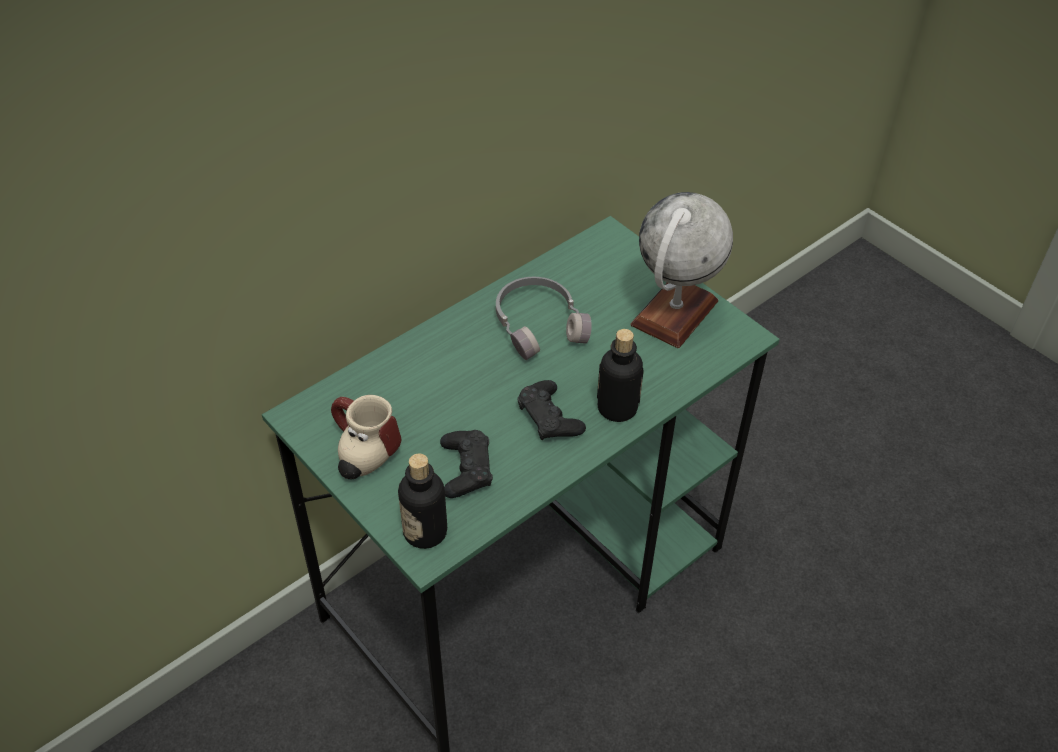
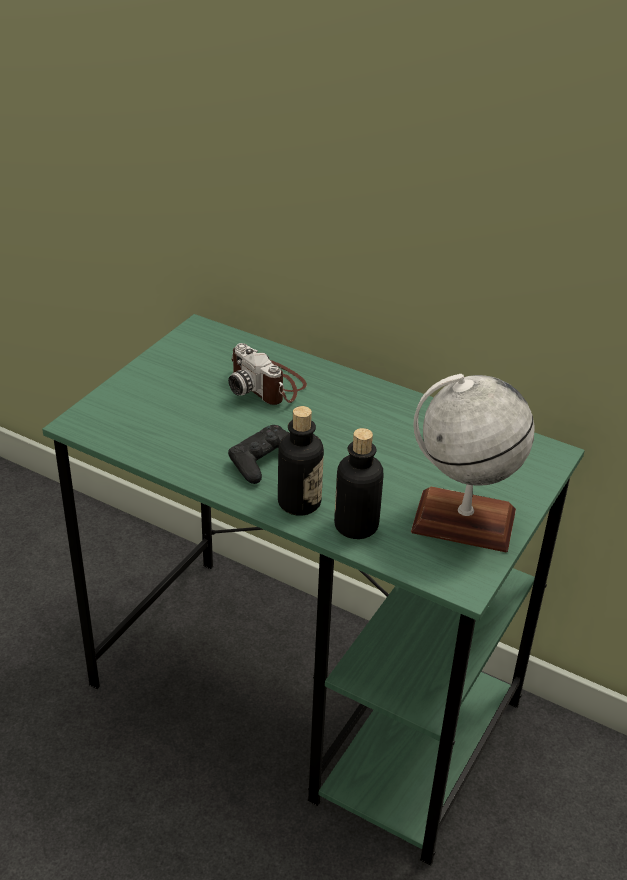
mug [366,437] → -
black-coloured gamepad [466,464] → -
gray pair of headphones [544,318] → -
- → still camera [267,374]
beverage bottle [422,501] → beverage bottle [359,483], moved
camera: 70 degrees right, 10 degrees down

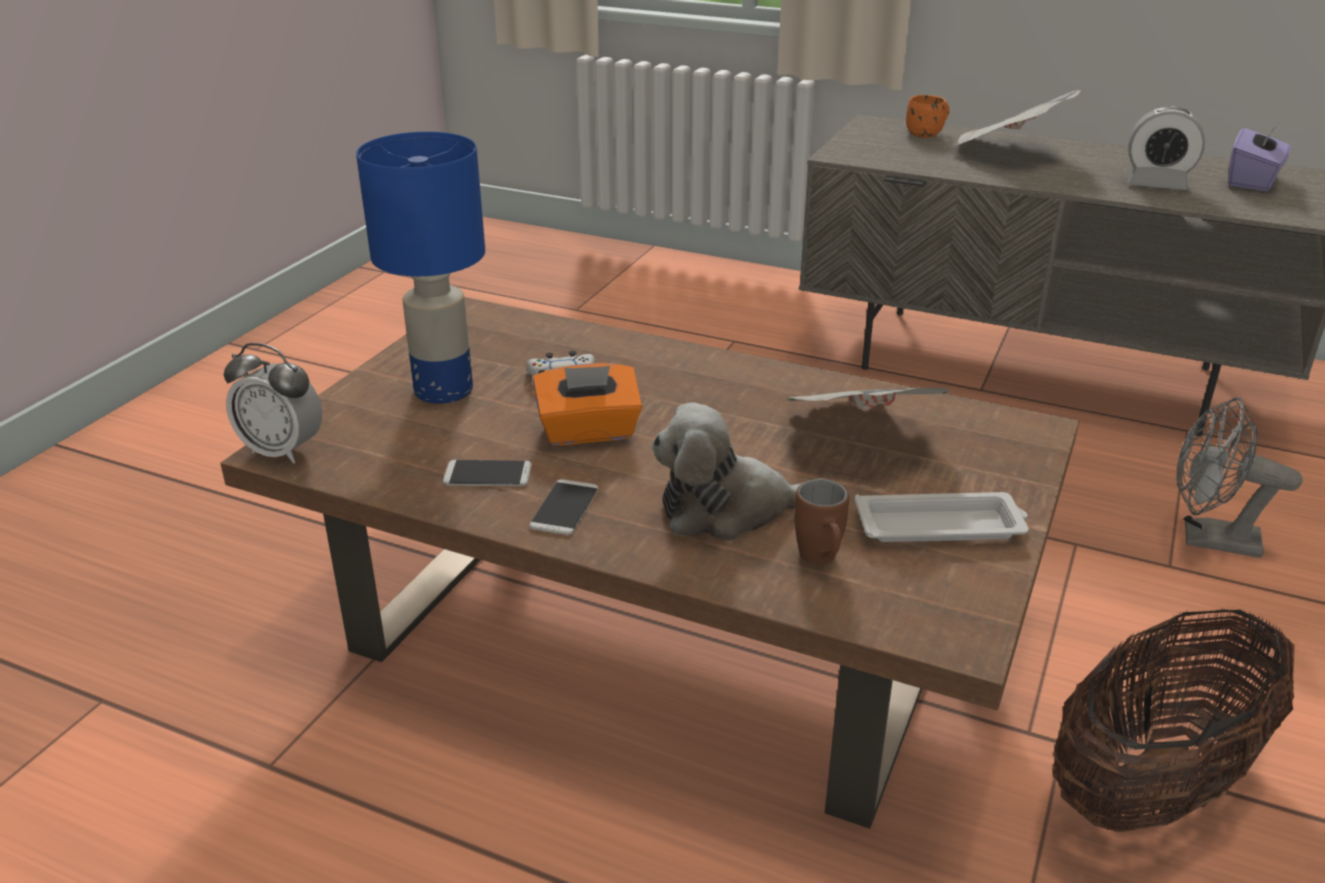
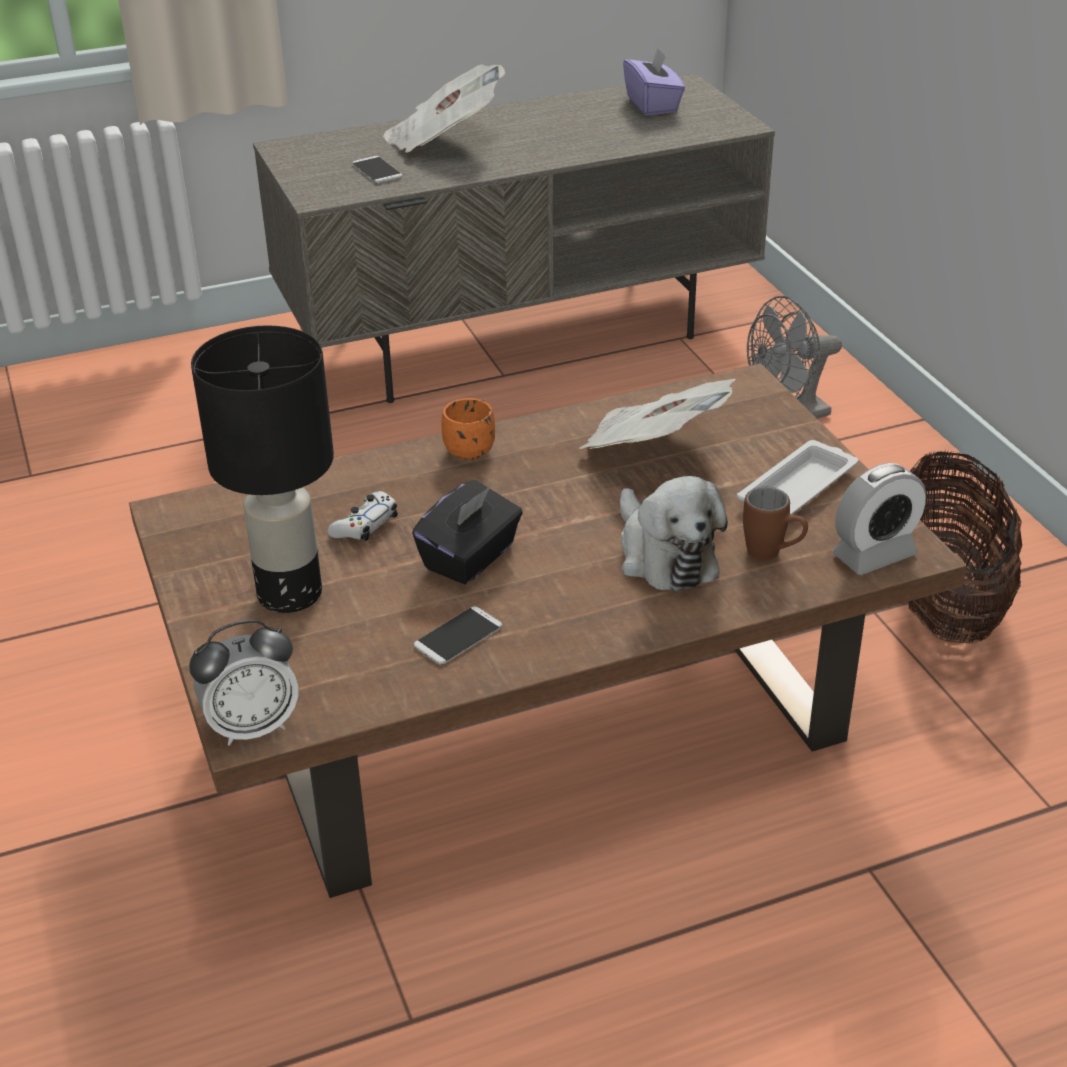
phone [563,507] → phone [377,169], moved
orange-coloured mug [928,116] → orange-coloured mug [468,429], moved
alarm clock [1166,148] → alarm clock [879,519], moved
bluish table lamp [420,268] → black-coloured table lamp [262,469]
orange-coloured tissue box [587,404] → black-coloured tissue box [467,532]
cuddly toy [740,472] → cuddly toy [674,534], 60 degrees counterclockwise
camera: 45 degrees left, 5 degrees up

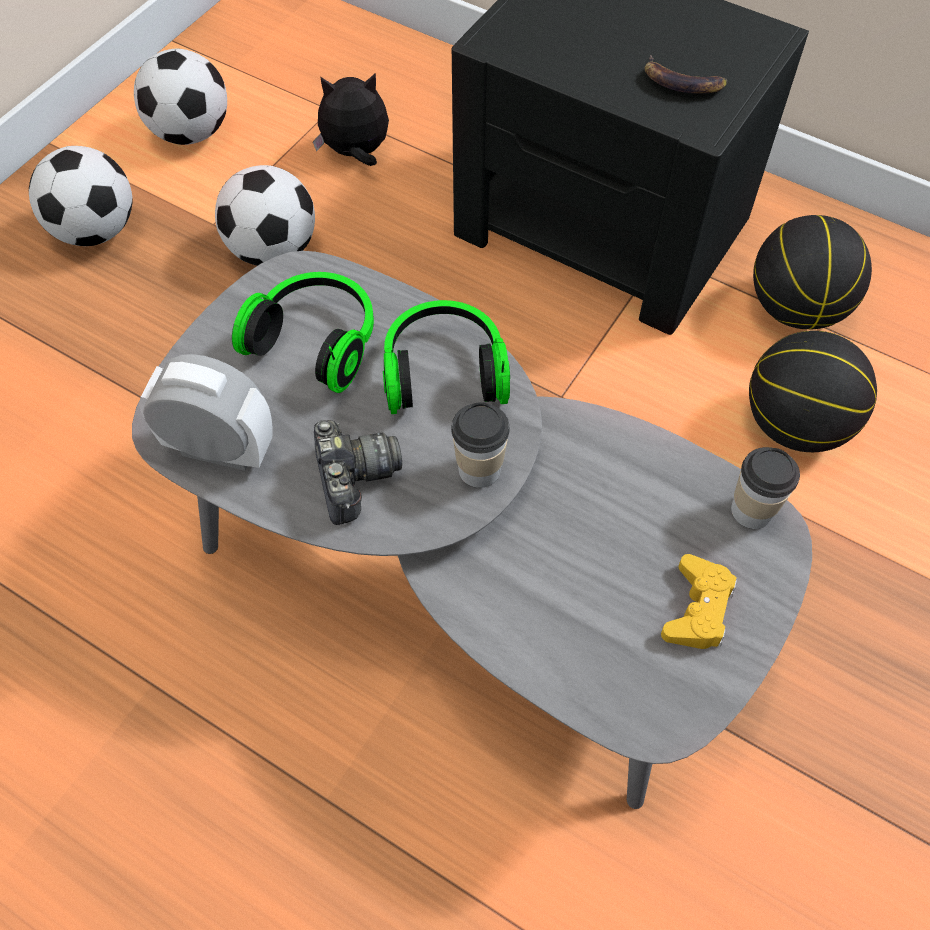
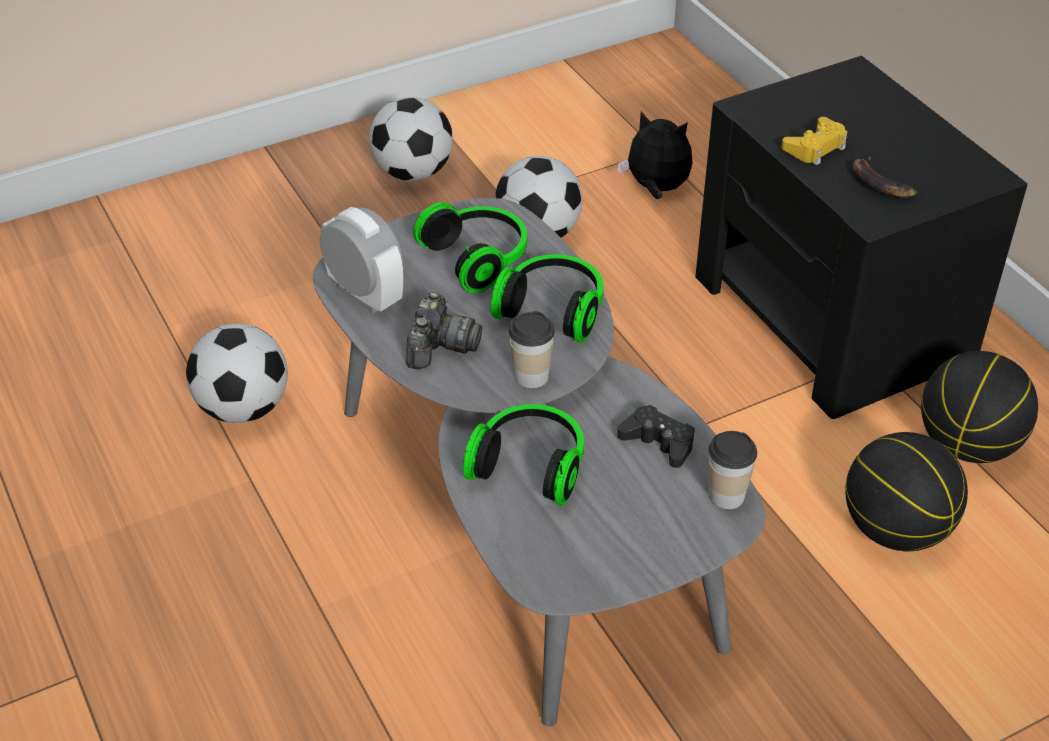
- → pair of headphones [523,455]
- → black-coloured gamepad [656,436]
football [180,97] → football [237,373], moved
yellowish gamepad [699,601] → yellowish gamepad [814,141], moved
camera: 30 degrees right, 15 degrees down

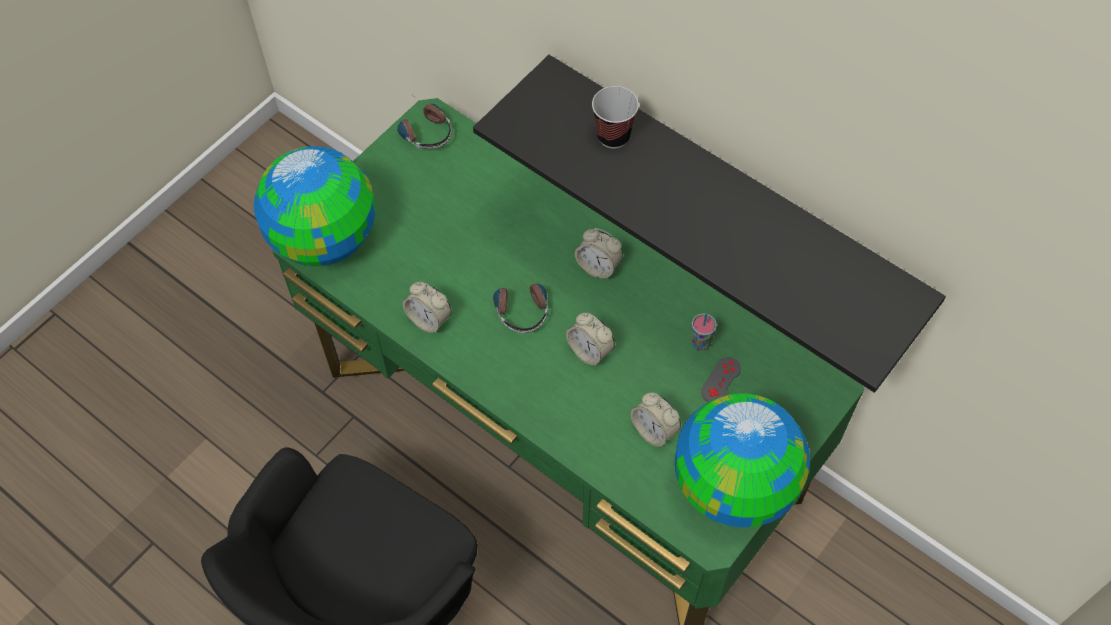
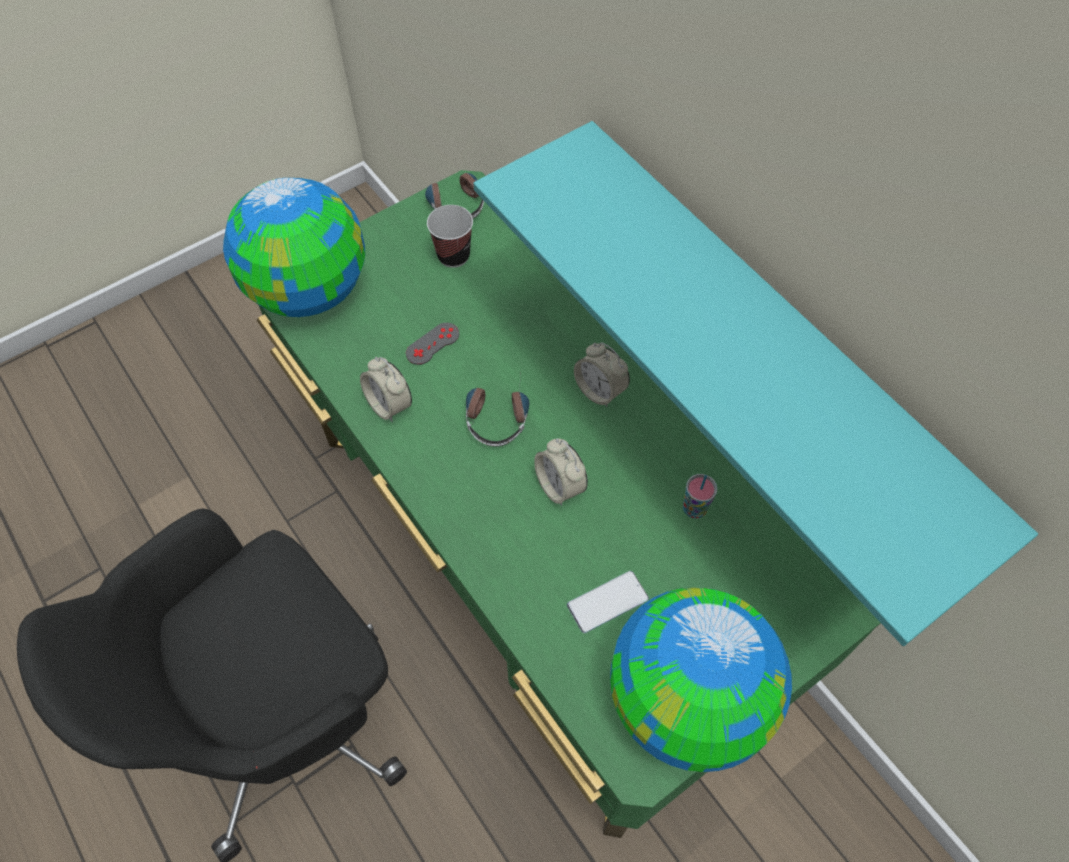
drinking cup [615,117] → drinking cup [450,236], moved
gray gamepad [721,379] → gray gamepad [432,344], moved
alarm clock [656,419] → phone [608,602]
black-coloured shelf [709,224] → blue-green shelf [755,383]
camera: 15 degrees right, 0 degrees up

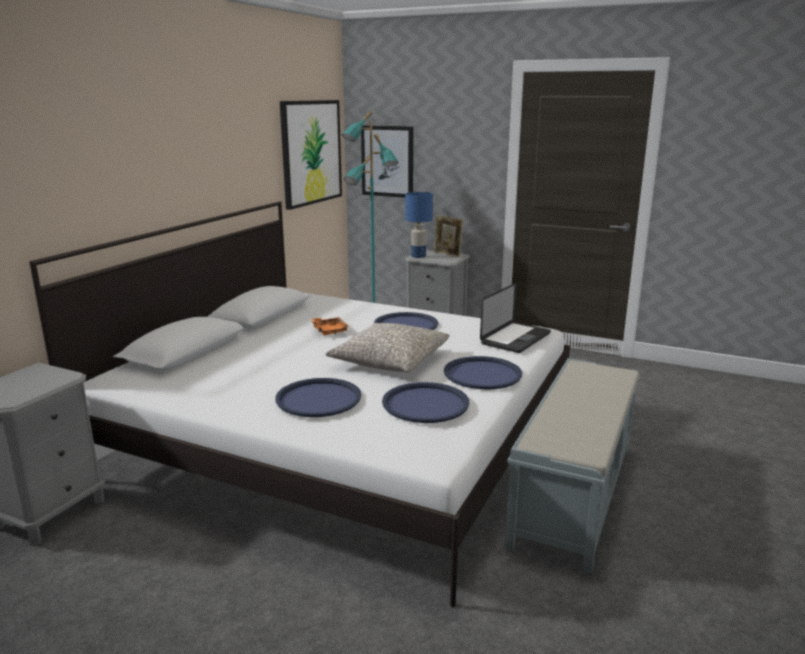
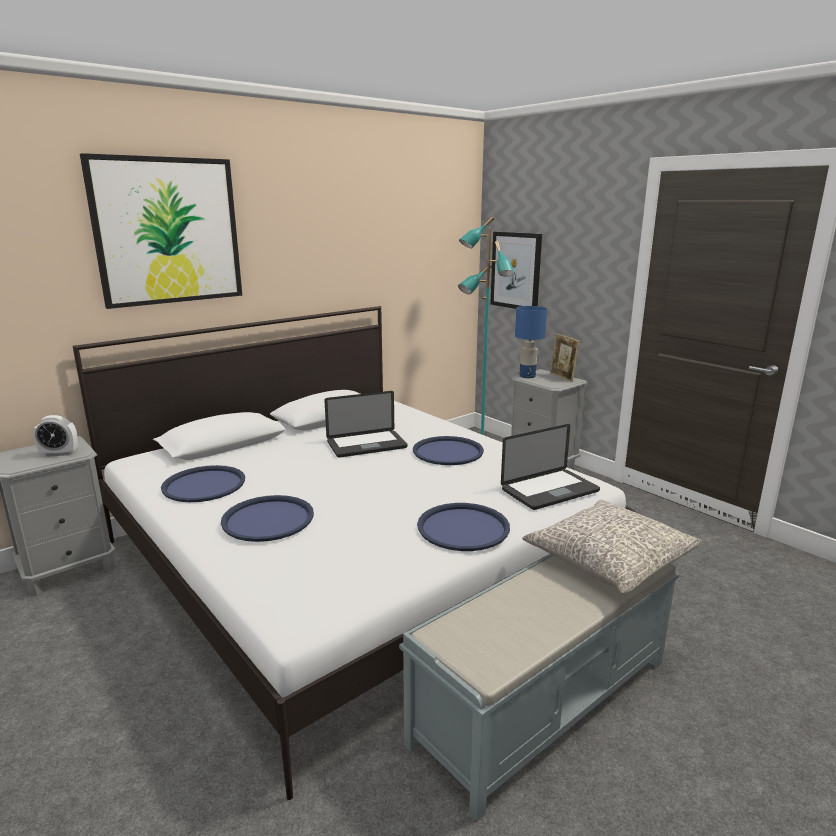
- → alarm clock [55,436]
wall art [311,155] → wall art [161,231], moved
gray cushion [388,347] → gray cushion [612,547], moved
bluish serving tray [425,402] → bluish serving tray [203,483], moved
orange-coloured serving tray [330,326] → laptop [366,424]
camera: 25 degrees right, 0 degrees up

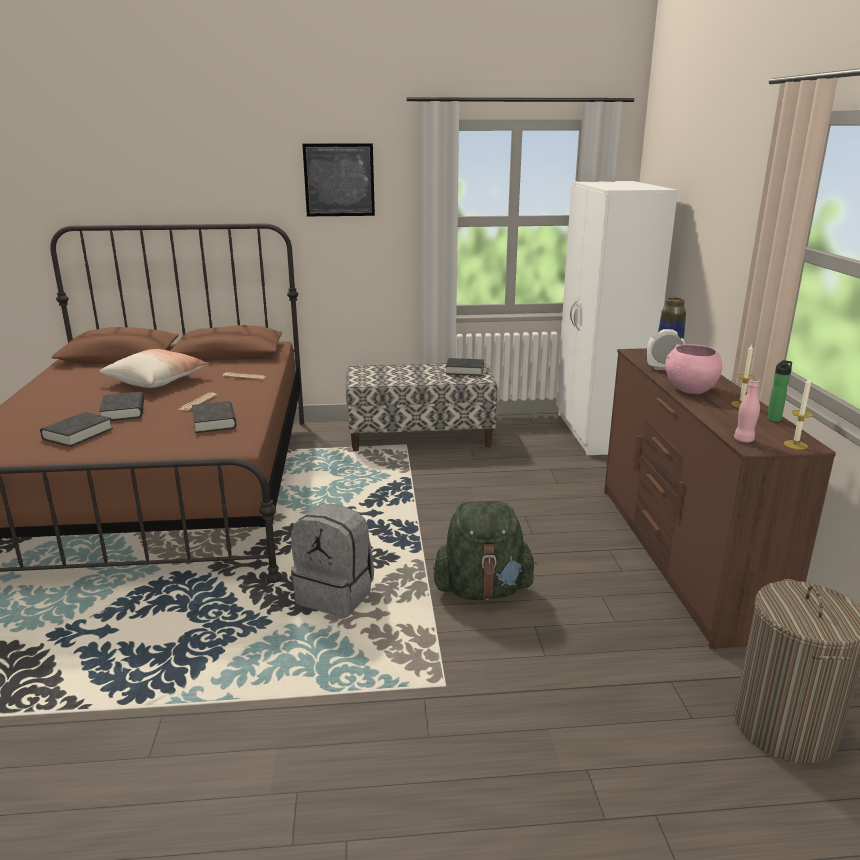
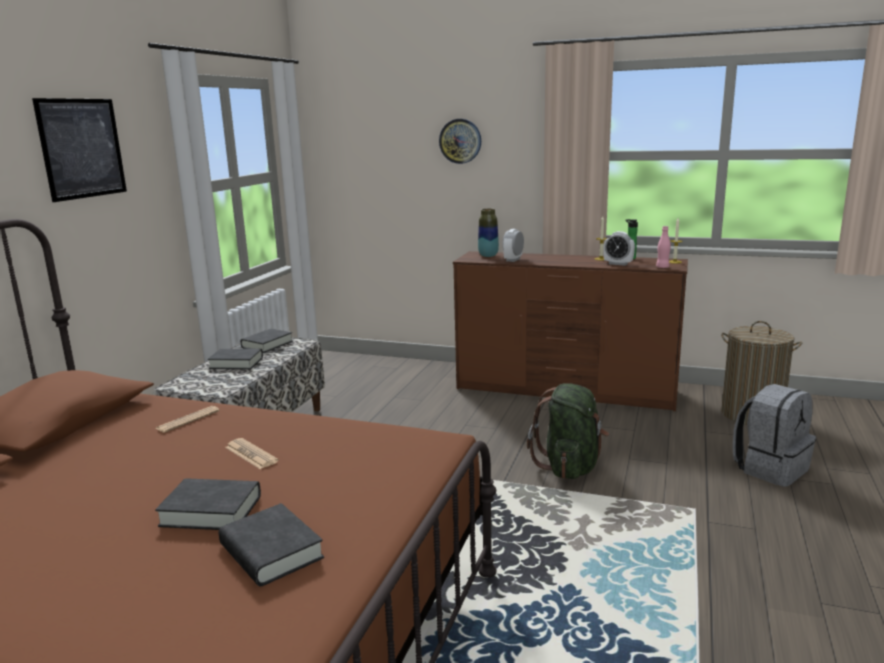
cushion [154,368] → -
white-coloured clothes cupboard [617,318] → -
pink-coloured bowl [693,369] → -
- → clock on the wall [460,141]
- → alarm clock [619,248]
black-coloured book [214,417] → black-coloured book [235,358], moved
gray backpack [332,561] → gray backpack [774,435], moved
camera: 65 degrees left, 5 degrees down

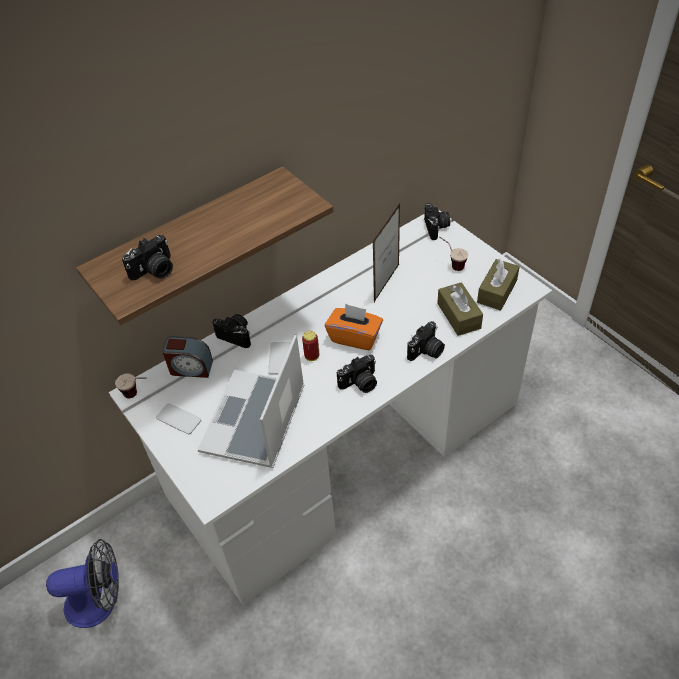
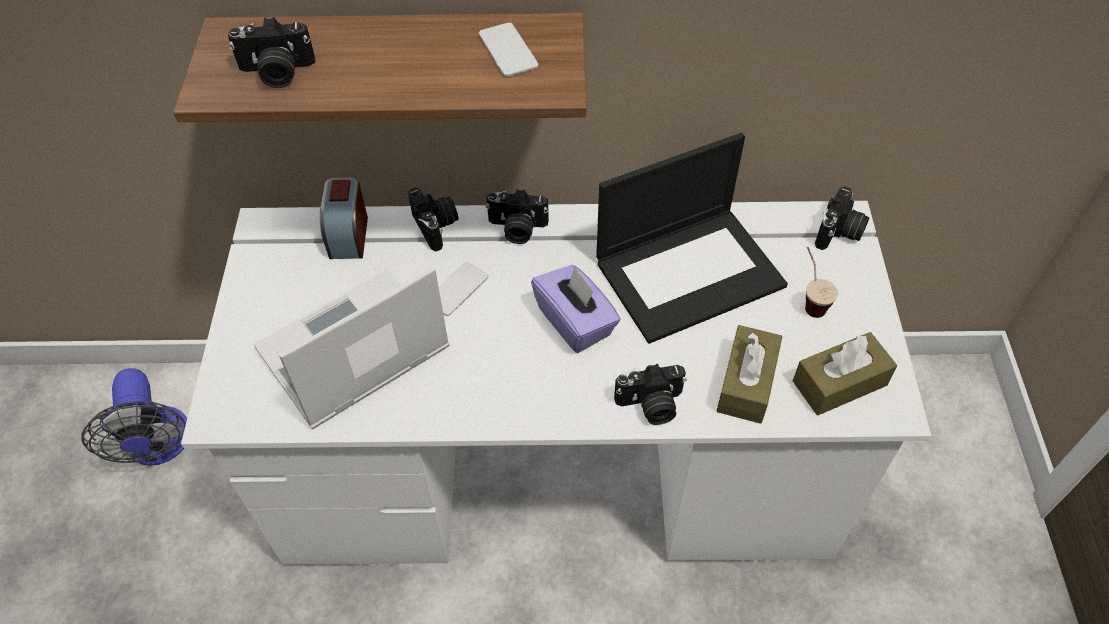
drinking cup [130,386] → -
can [310,346] → -
phone [178,418] → phone [508,50], moved
still camera [357,373] → still camera [517,216], moved
standing frame [386,252] → laptop [692,238]
orange-coloured tissue box [354,327] → purple tissue box [576,309]
electric fan [82,583] → electric fan [134,417], 45 degrees clockwise
alarm clock [187,357] → alarm clock [344,218], 45 degrees clockwise
camera: 35 degrees right, 5 degrees up

